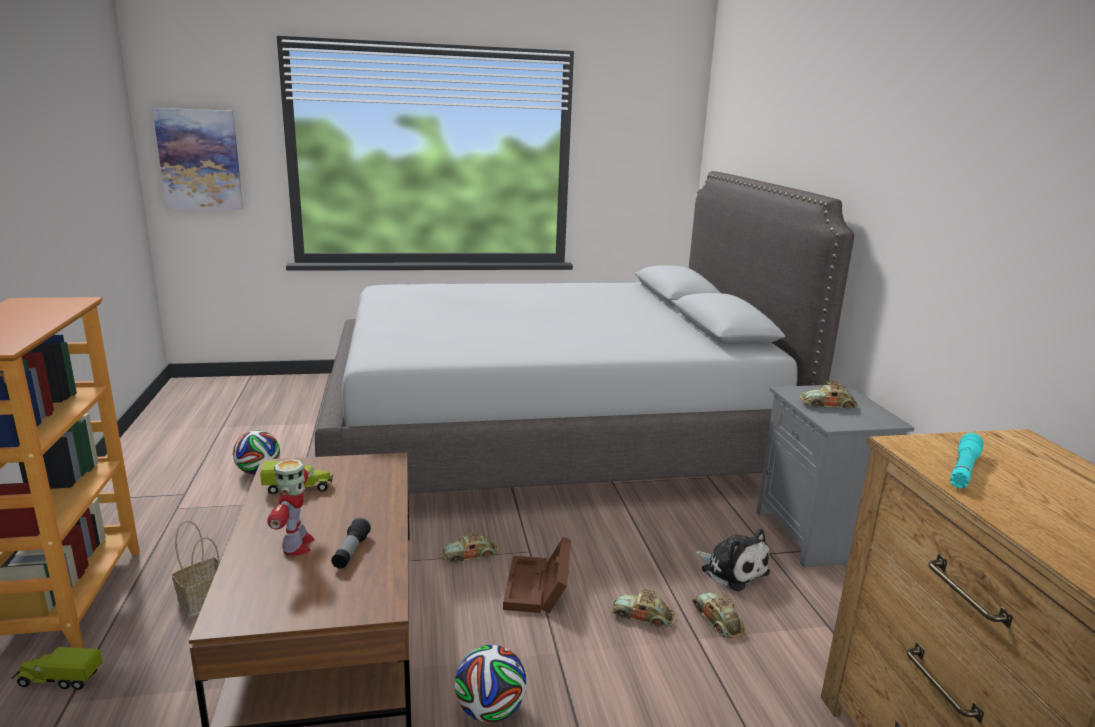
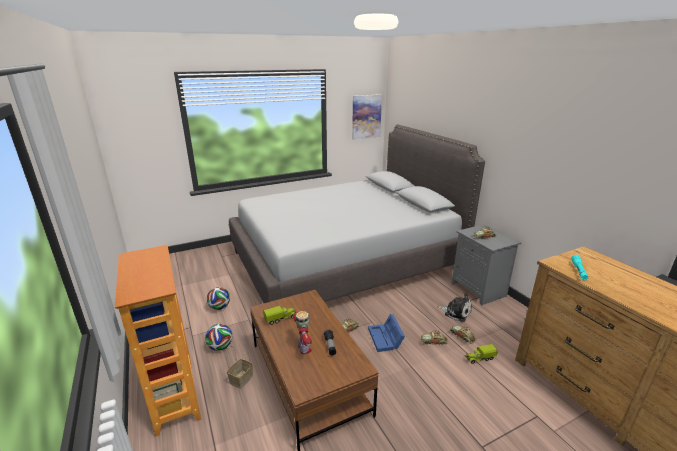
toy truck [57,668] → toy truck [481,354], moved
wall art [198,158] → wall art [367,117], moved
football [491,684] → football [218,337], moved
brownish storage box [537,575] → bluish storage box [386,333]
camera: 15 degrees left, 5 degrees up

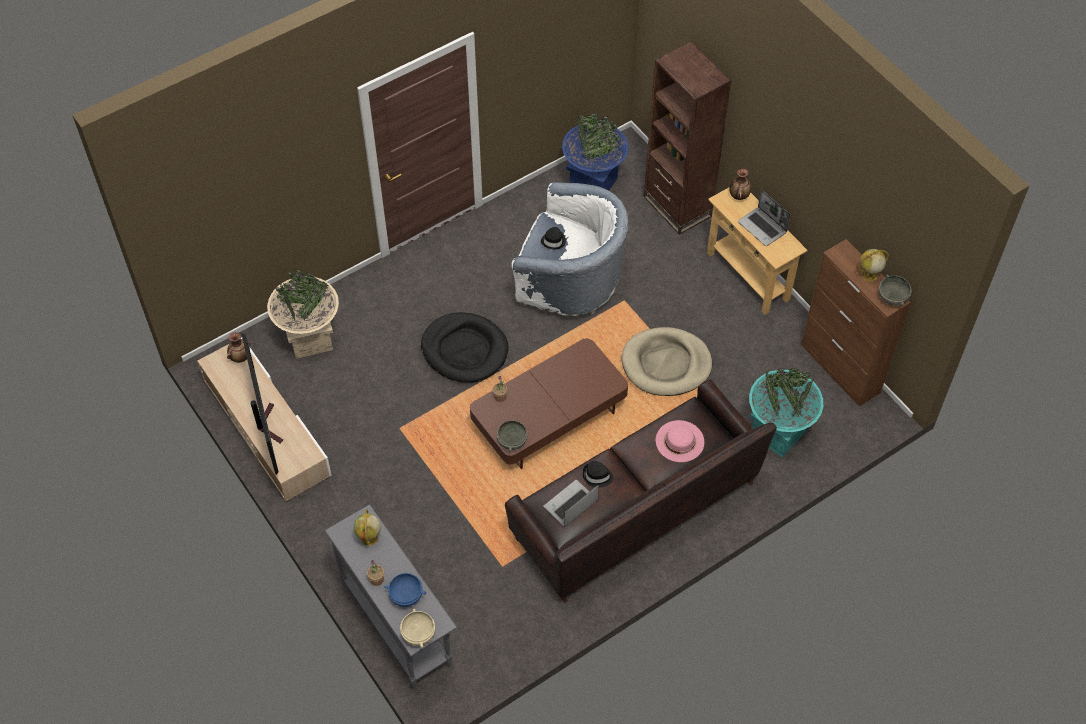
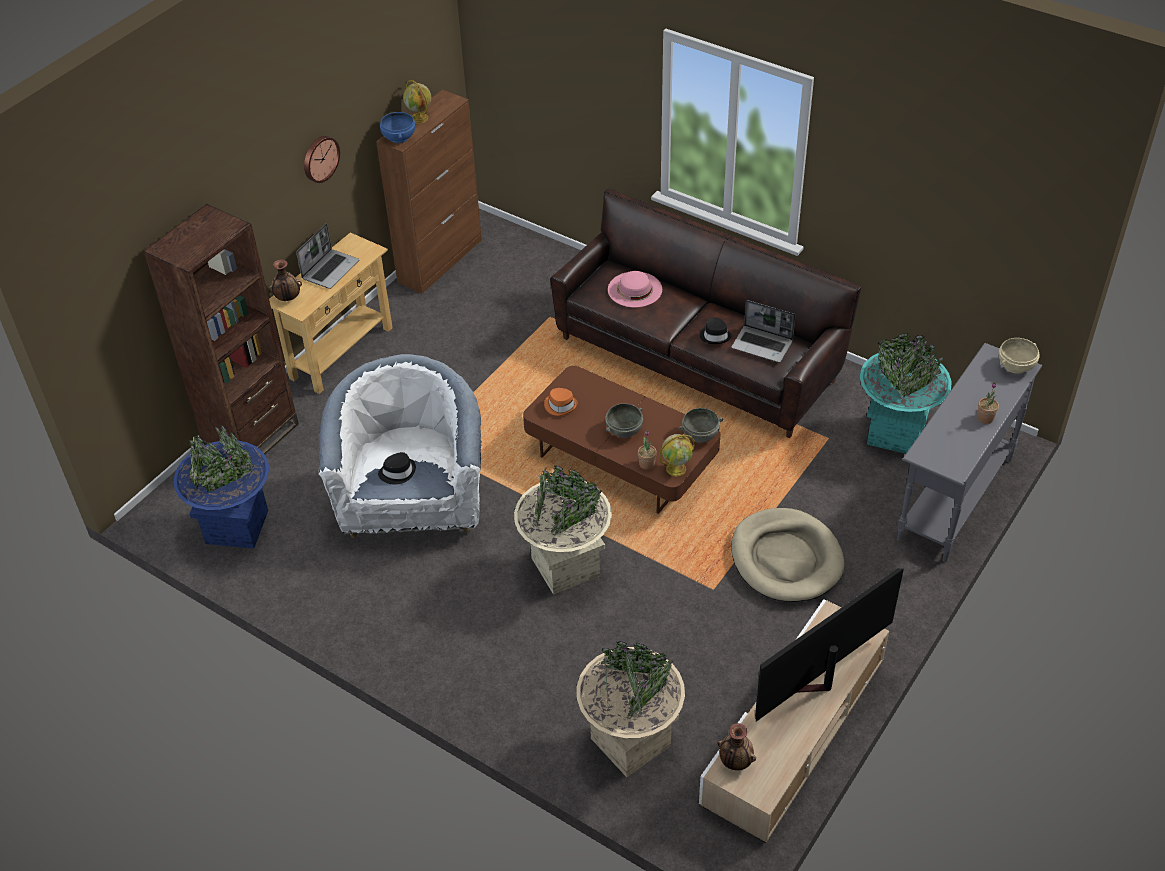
- → clock on the wall [322,159]
- → orange-coloured wearable hat [561,402]
world globe [367,527] → world globe [677,455], moved
bluish bowl [405,590] → bluish bowl [397,127], moved
beige dog cushion [667,361] → beige dog cushion [788,555], moved
blue-green flower pot [786,412] → blue-green flower pot [906,393], moved
gray bowl [895,290] → gray bowl [624,420], moved
black-coloured dog cushion [465,347] → beige flower pot [563,530]
camera: 110 degrees left, 10 degrees down

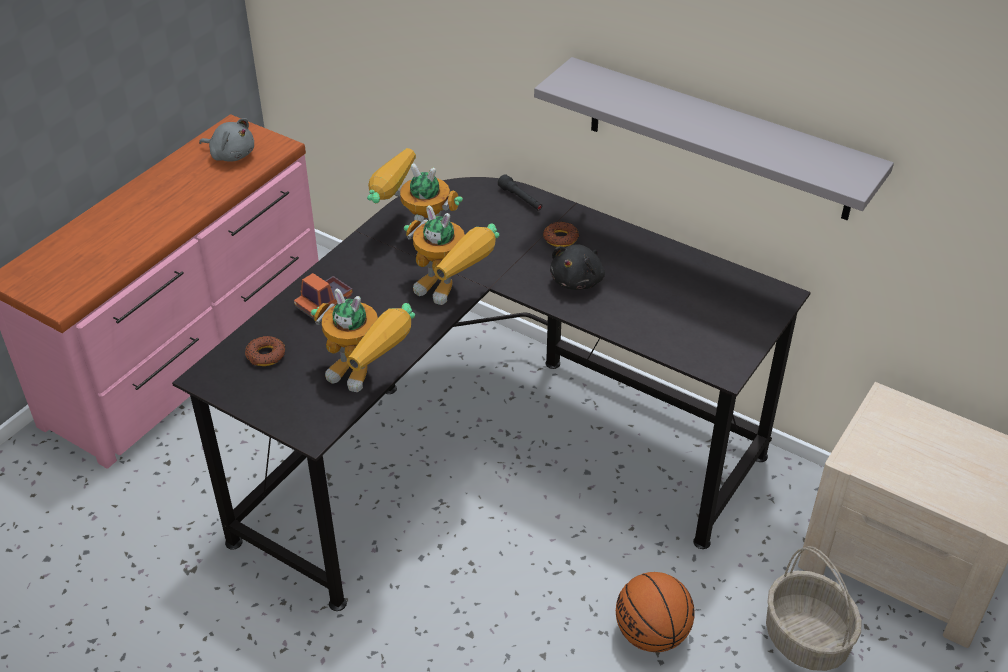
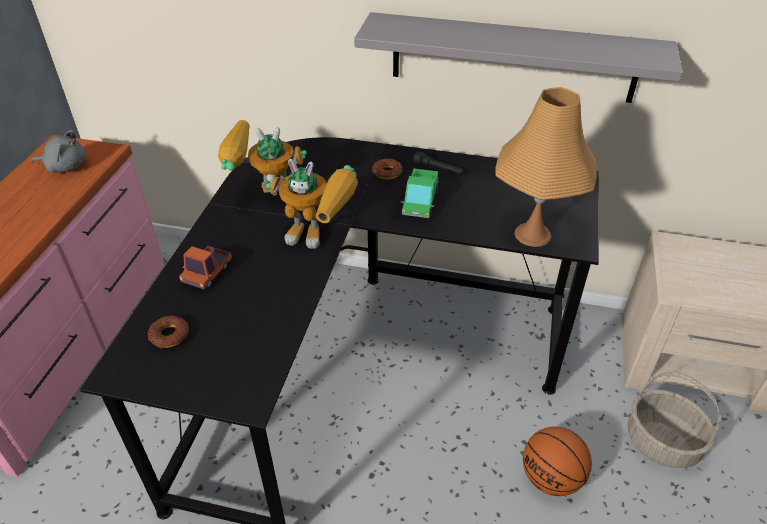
model robot [363,340] → -
- → orange-coloured table lamp [546,167]
black-coloured torch [520,192] → black-coloured torch [438,163], moved
black-coloured cuddly toy [577,267] → toy truck [419,193]
camera: 20 degrees left, 0 degrees up

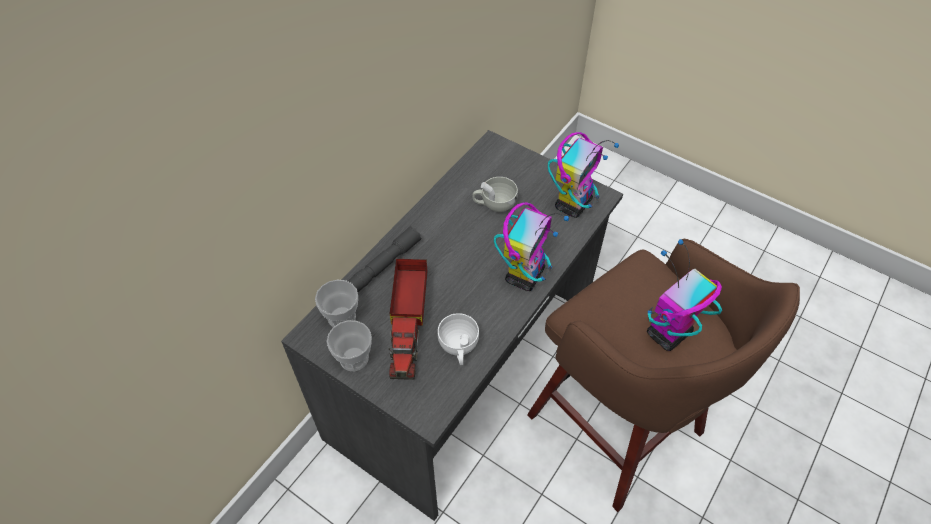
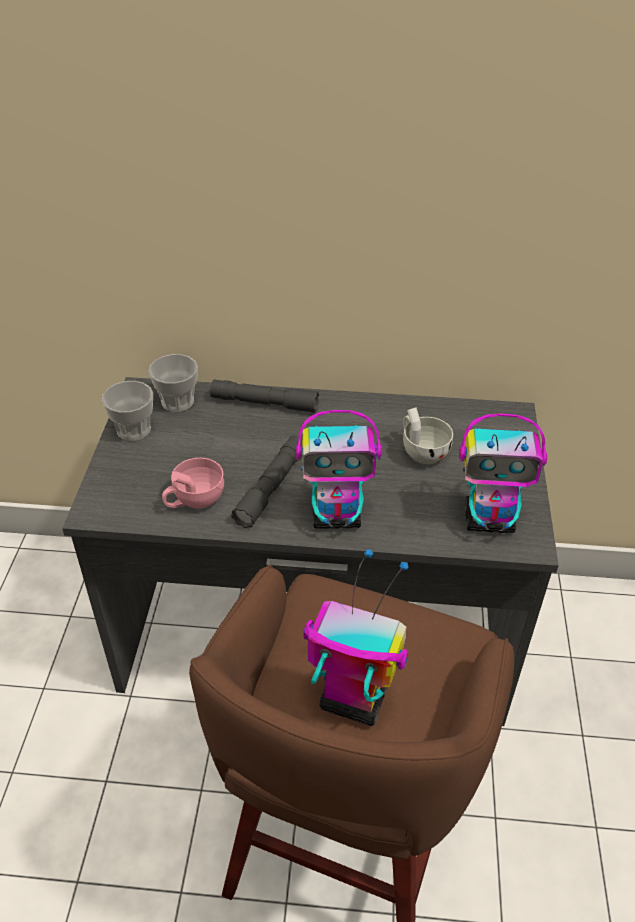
toy truck [407,319] → -
- → gray torch [266,481]
white-coloured drinking cup [458,339] → pink-coloured drinking cup [193,483]
camera: 60 degrees right, 10 degrees down

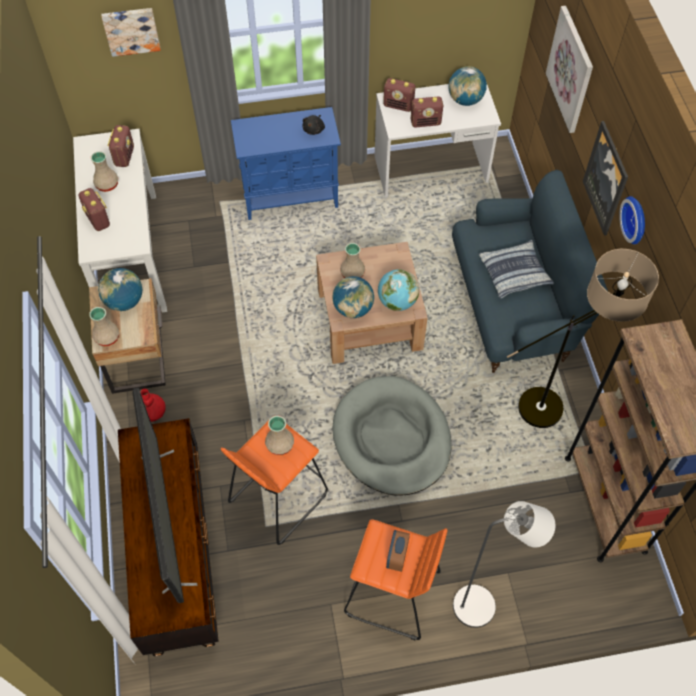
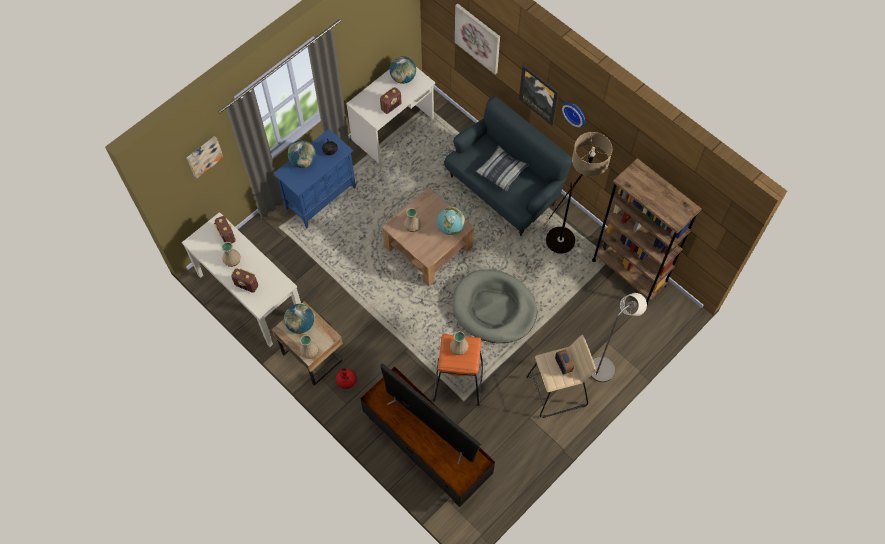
radio receiver [399,95] → -
world globe [353,297] → world globe [302,154], moved
orange-coloured stool seat [396,580] → beige stool seat [561,376]
camera: 35 degrees left, 5 degrees up

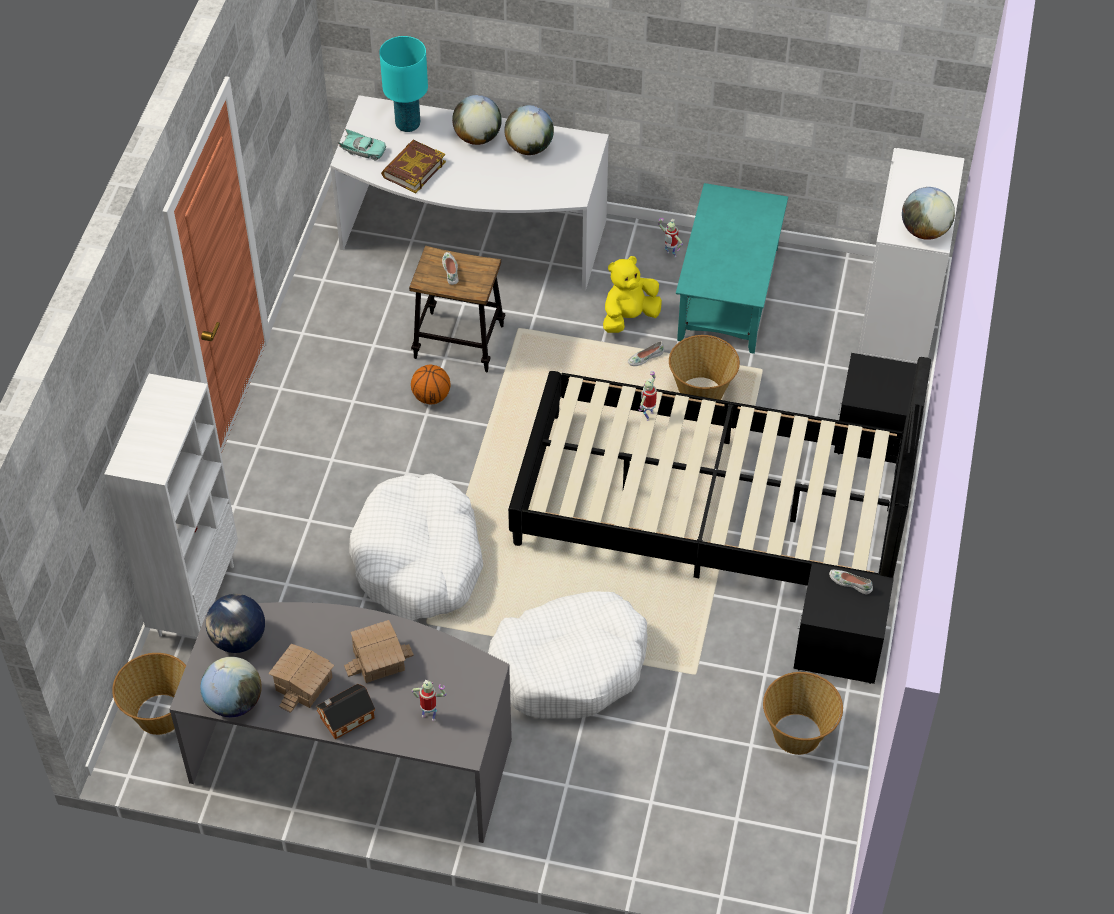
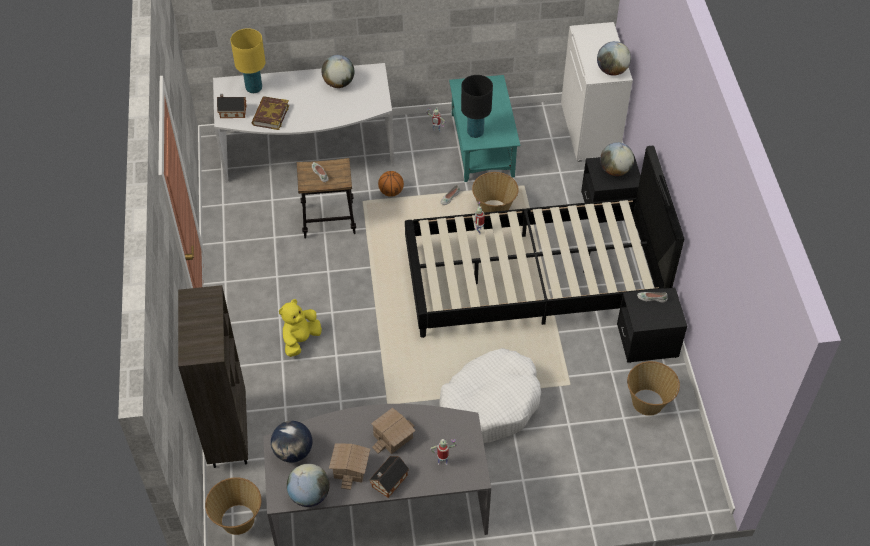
white-coloured dog cushion [416,546] → -
- → black-coloured table lamp [477,106]
basketball ball [430,384] → basketball ball [391,184], moved
world globe [477,120] → world globe [617,159], moved
yellowish cuddly toy [632,294] → yellowish cuddly toy [300,328], moved
blue-green toy car [362,145] → toy house [232,106]
white-coloured shelving unit [171,505] → brownish shelving unit [213,376]
blue-green table lamp [403,84] → yellowish table lamp [248,60]
camera: 20 degrees left, 0 degrees up

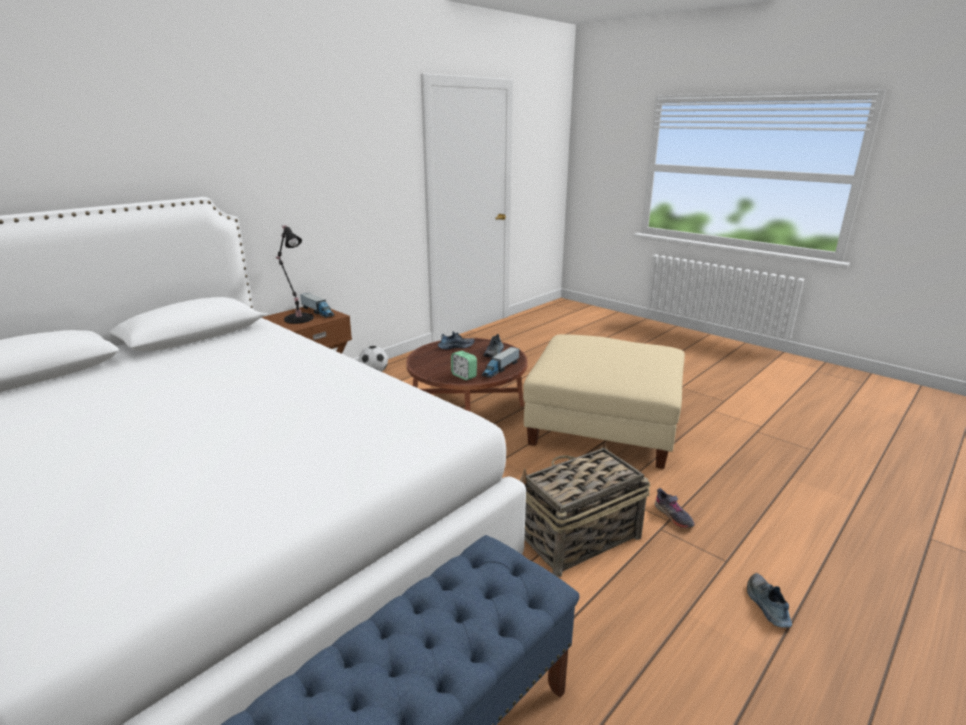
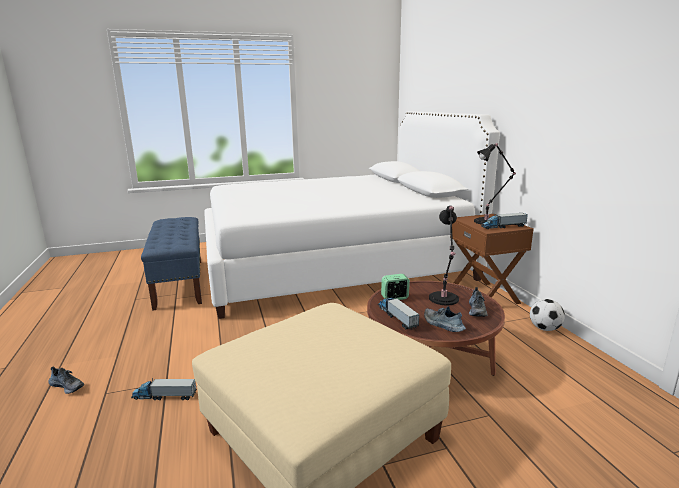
basket [585,509] → -
- → black-coloured table lamp [444,255]
gray shoe [675,508] → toy truck [164,389]
camera: 120 degrees right, 5 degrees down

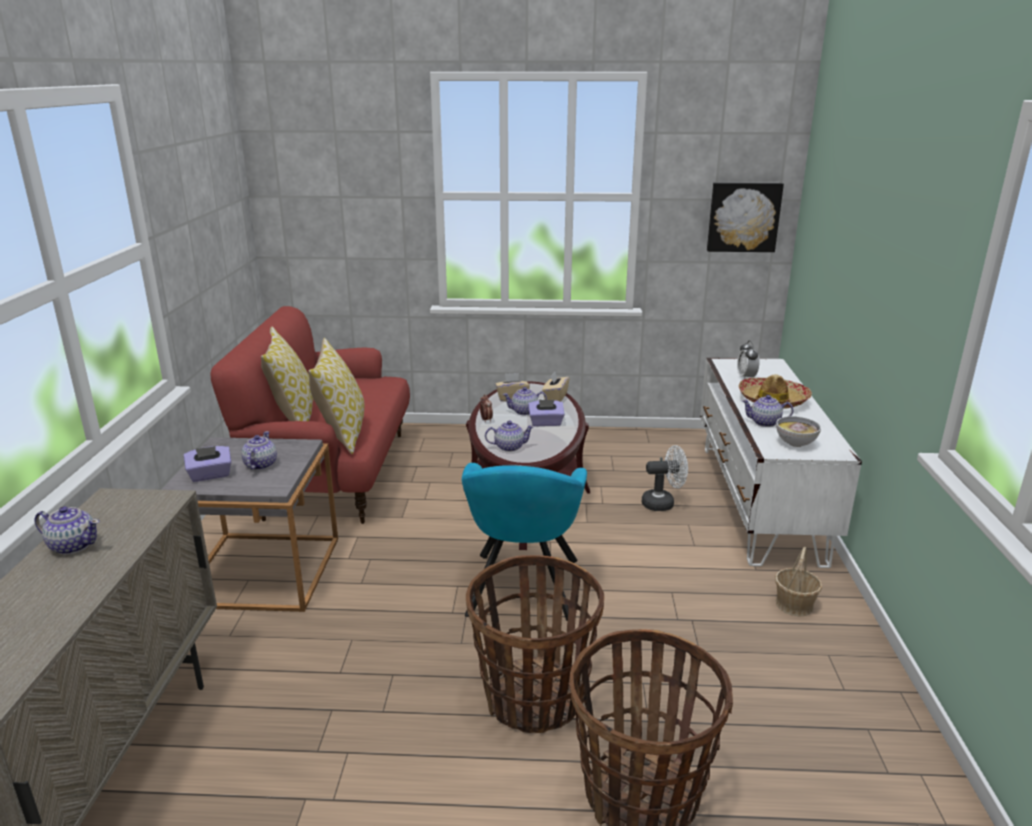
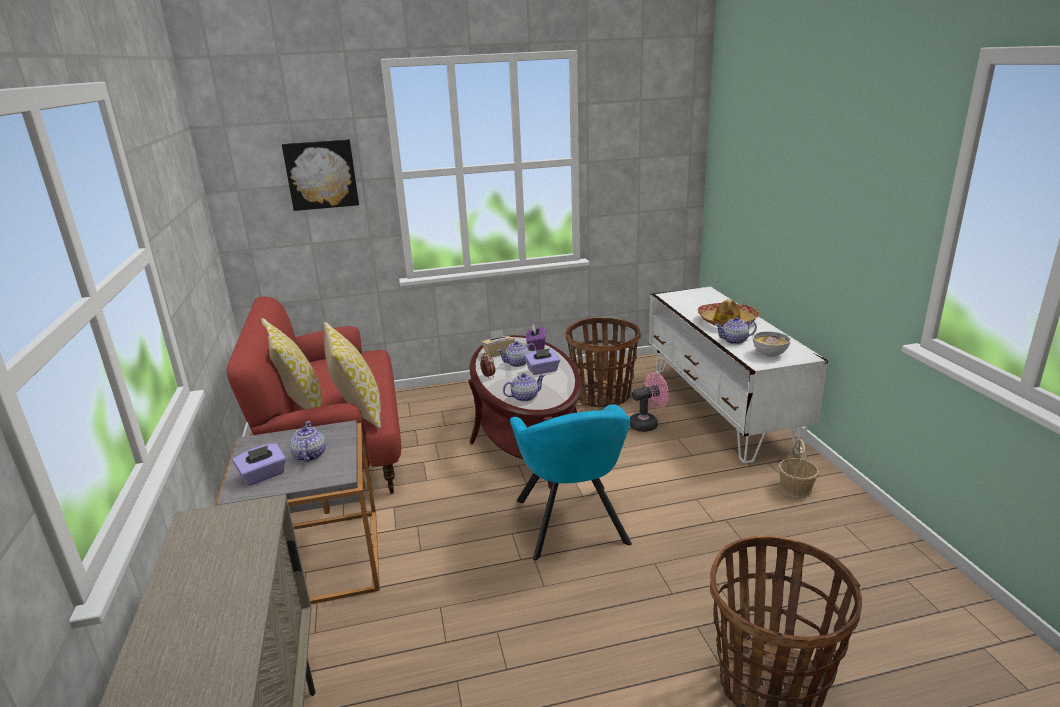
tea pot [66,530] → -
alarm clock [748,360] → -
basket [535,644] → basket [603,362], moved
wall art [745,217] → wall art [320,175], moved
beige tissue box [555,387] → purple tissue box [536,337]
white-coloured electric fan [665,478] → pink-coloured electric fan [649,402]
camera: 15 degrees left, 0 degrees up

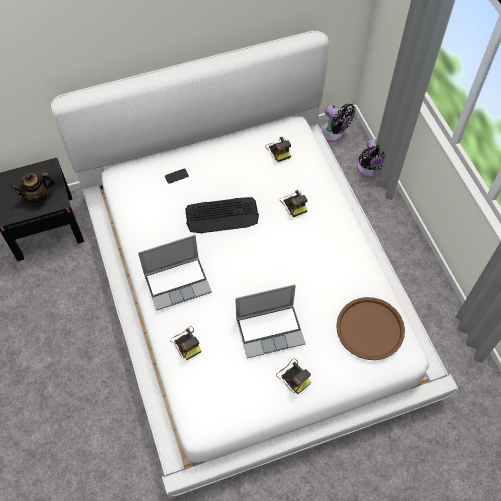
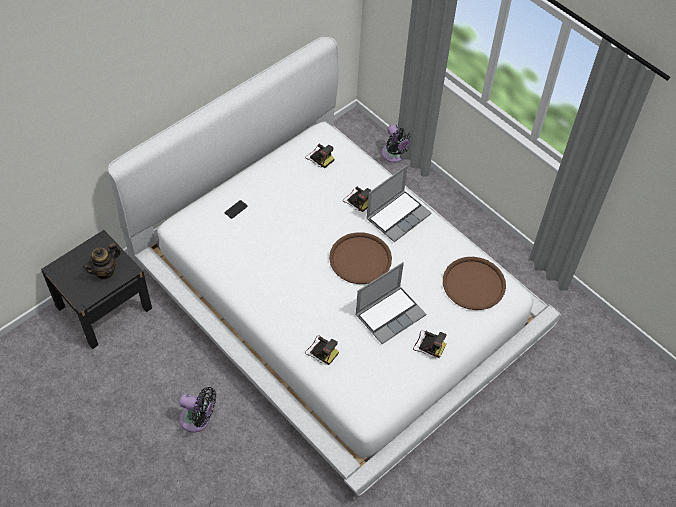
PC keyboard [222,215] → -
- → brownish serving tray [360,258]
laptop [175,273] → laptop [399,203], moved
black-coloured electric fan [337,123] → black-coloured electric fan [197,409], moved
camera: 25 degrees left, 5 degrees down

